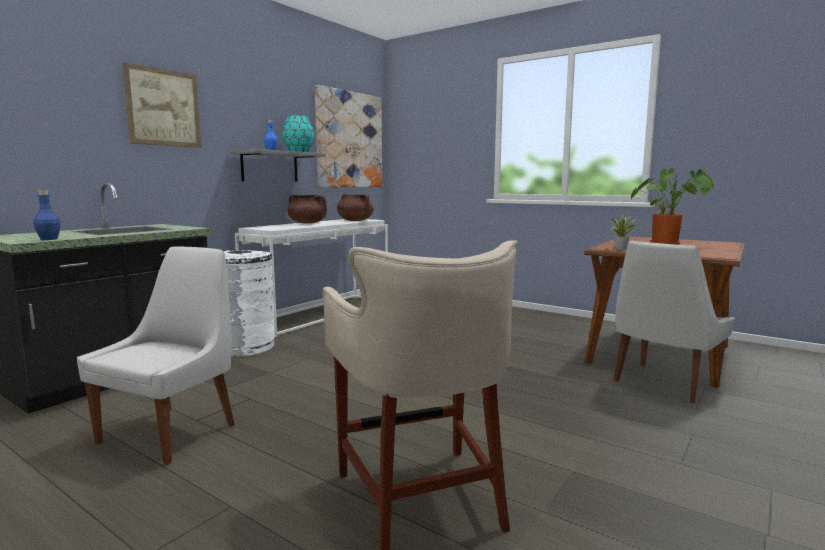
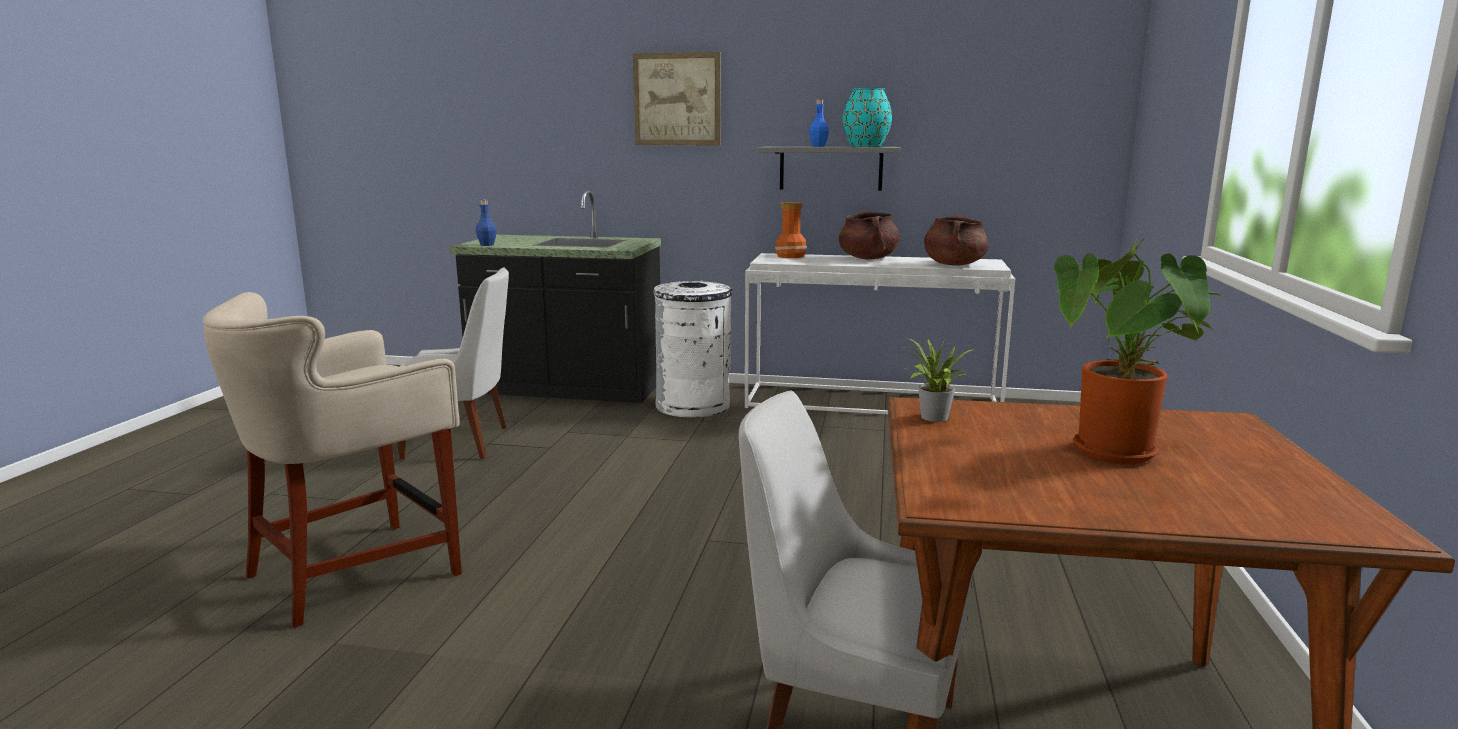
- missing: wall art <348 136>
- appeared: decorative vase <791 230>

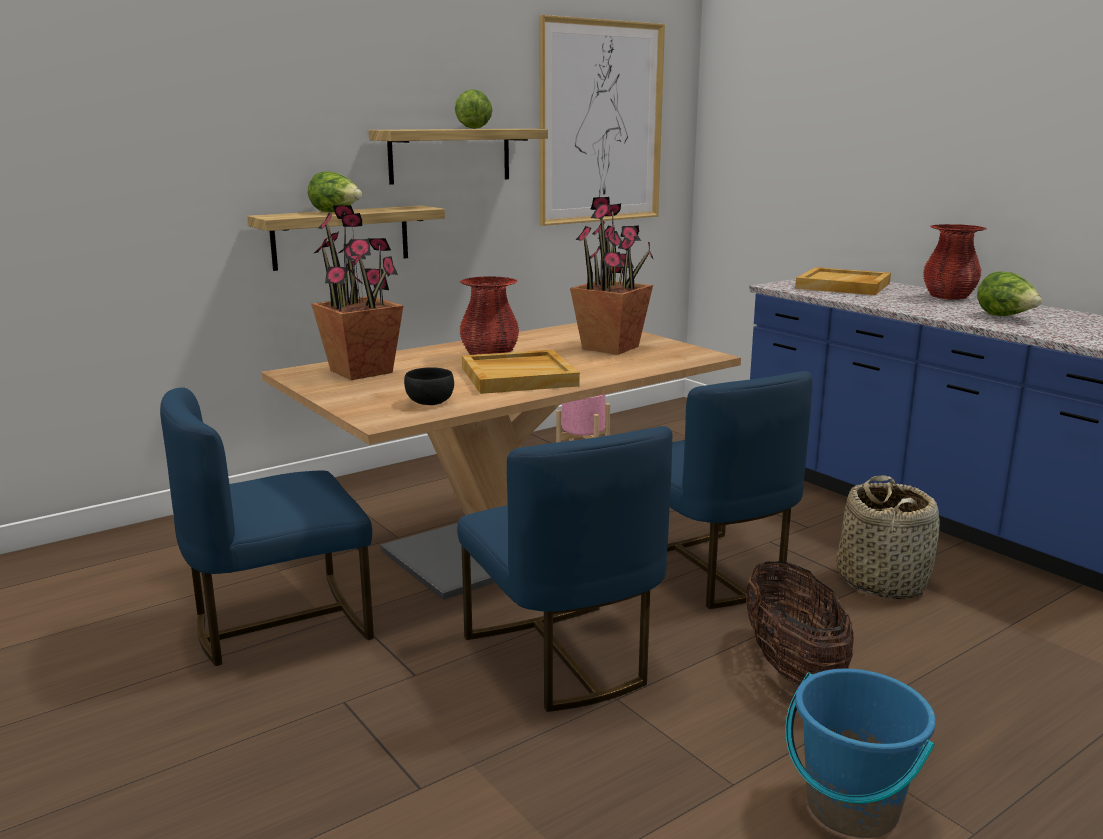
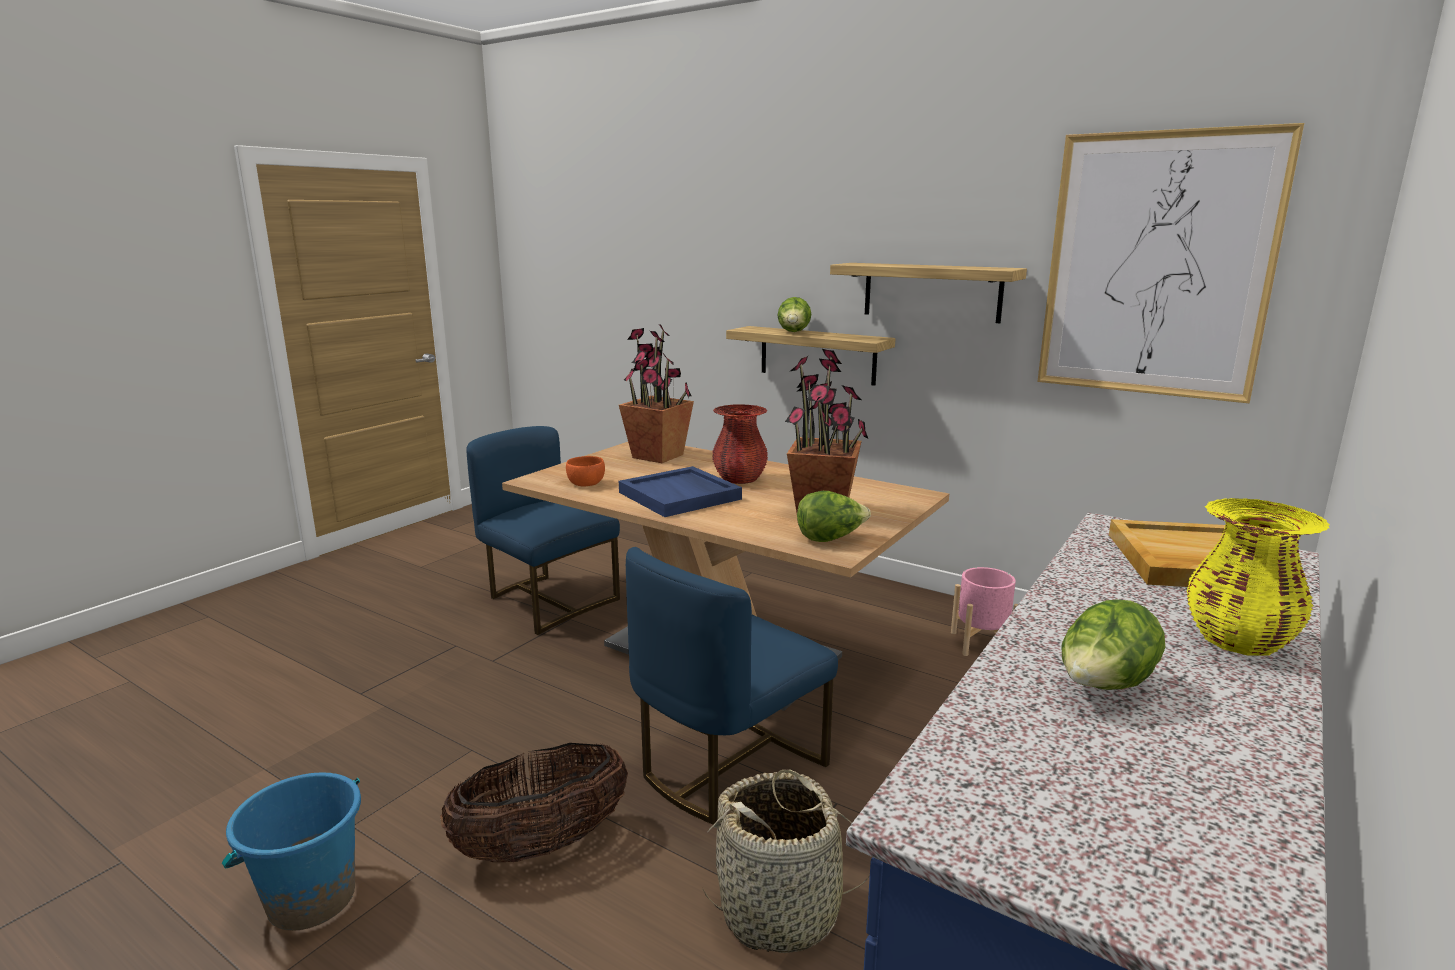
- relocated: lettuce head <473 109> to <834 516>
- colour: decorative vase in red-coloured <955 262> to decorative vase in yellow-coloured <1258 577>
- colour: serving tray in beige <521 372> to serving tray in blue <680 491>
- colour: serving bowl in blackish <429 386> to serving bowl in orange <585 471>
- missing: chair in blue <564 569>

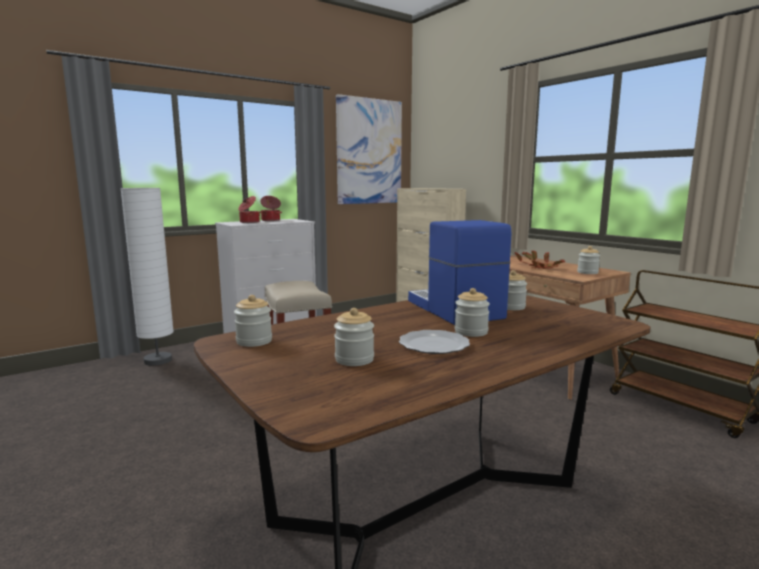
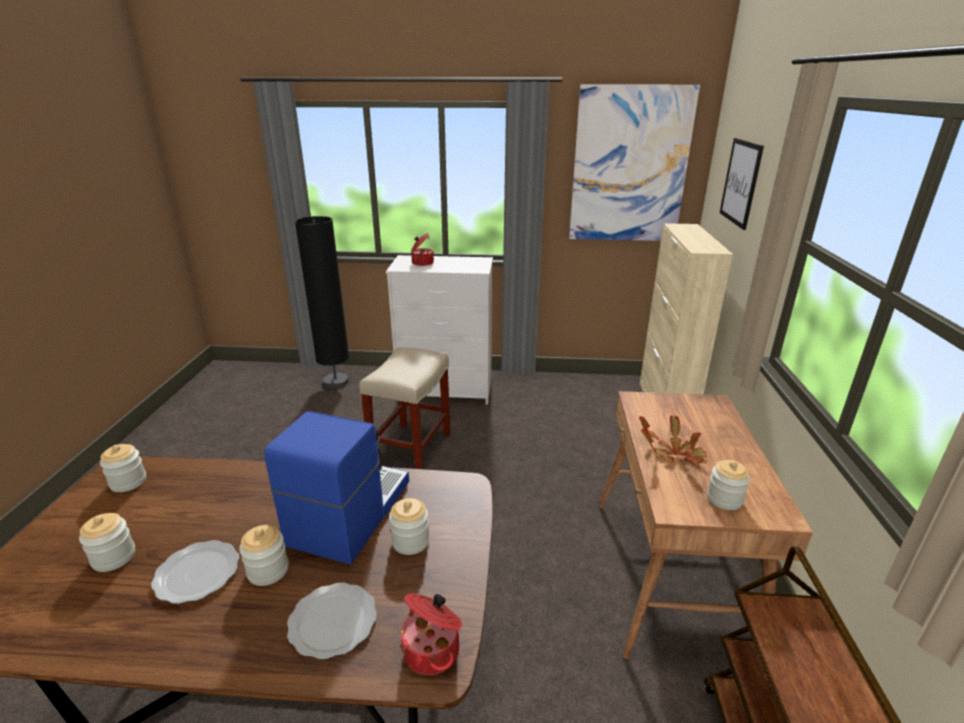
- colour: floor lamp in white <147 277> to floor lamp in blackish <322 302>
- relocated: stockpot <271 208> to <431 634>
- appeared: wall art <742 184>
- appeared: plate <332 620>

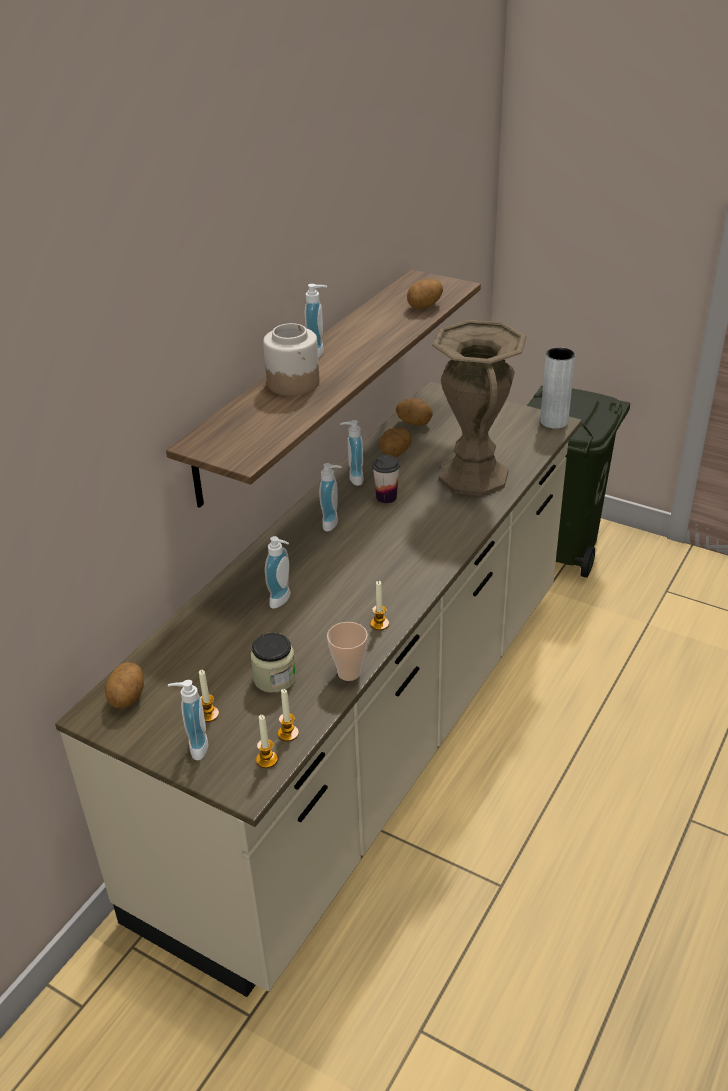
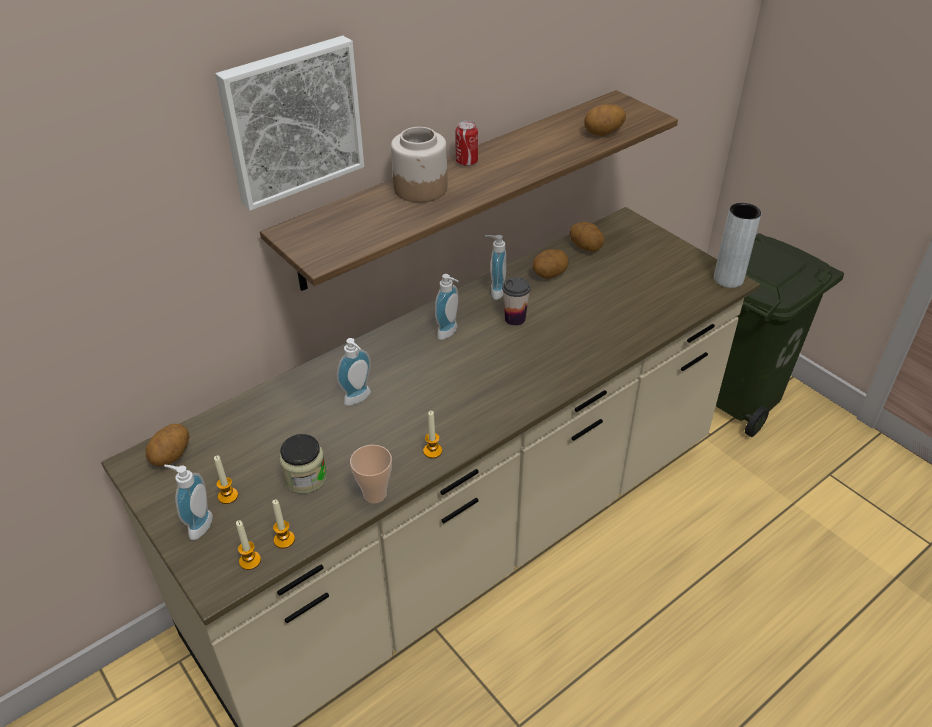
- exchanged: soap dispenser <316 321> to can <467 143>
- missing: decorative vase in brownish <479 408>
- appeared: wall art <289 123>

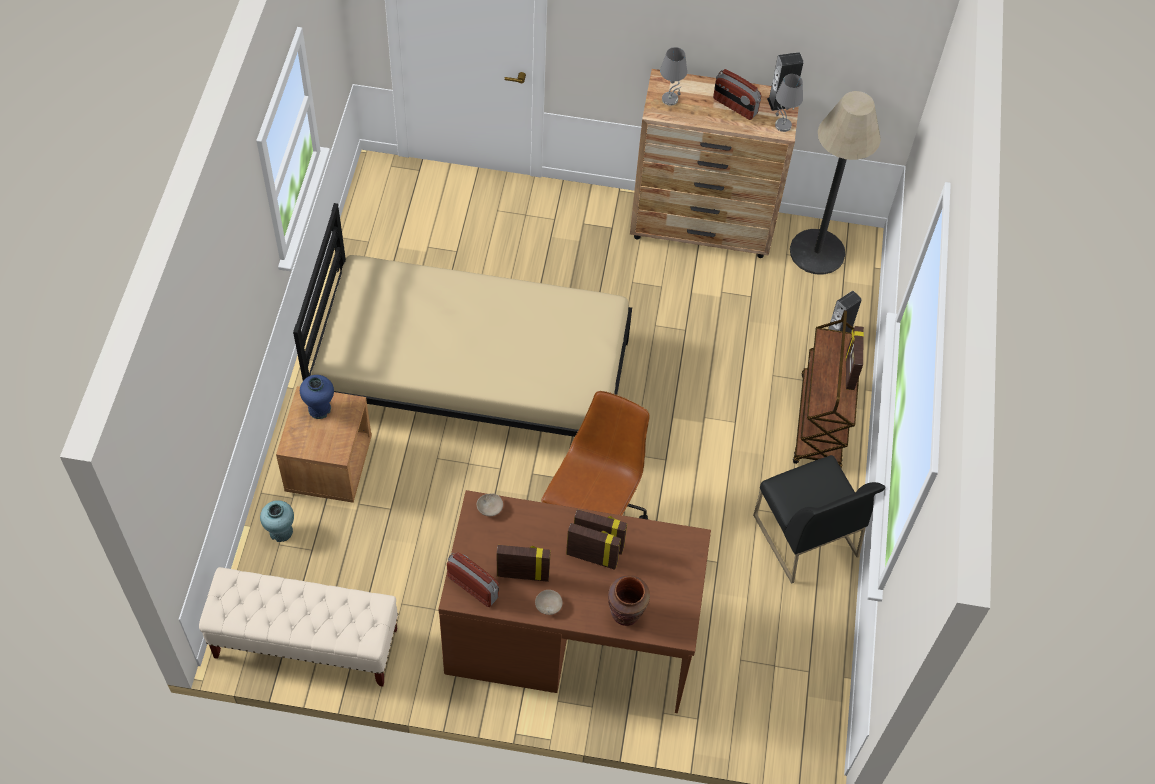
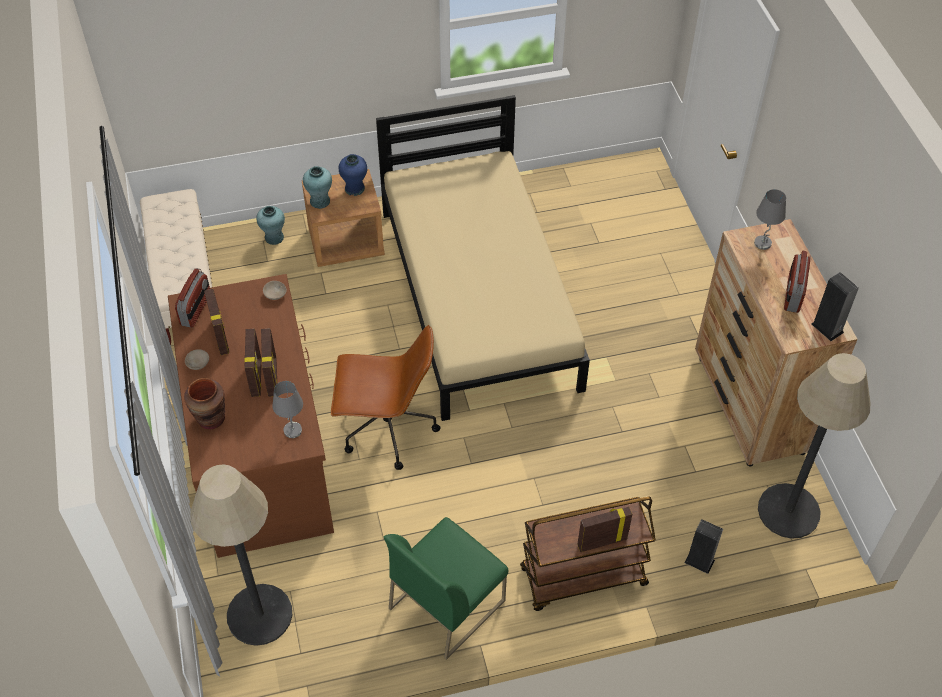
- relocated: tabletop lamp in greyish <789 103> to <288 409>
- colour: chair in blackish <819 519> to chair in green-coloured <446 588>
- appeared: decorative vase in turquoise-coloured <317 187>
- appeared: floor lamp <241 555>

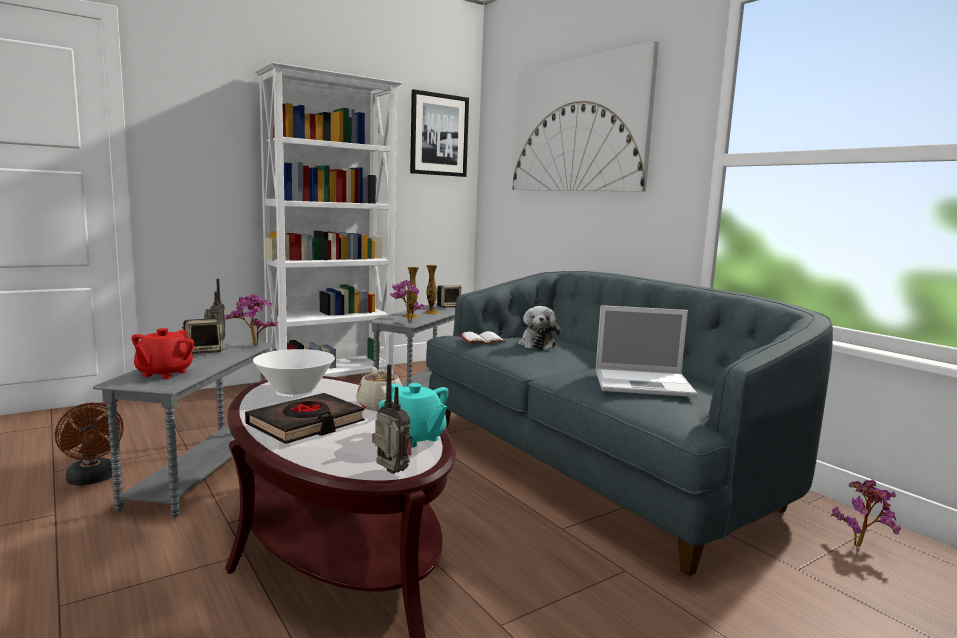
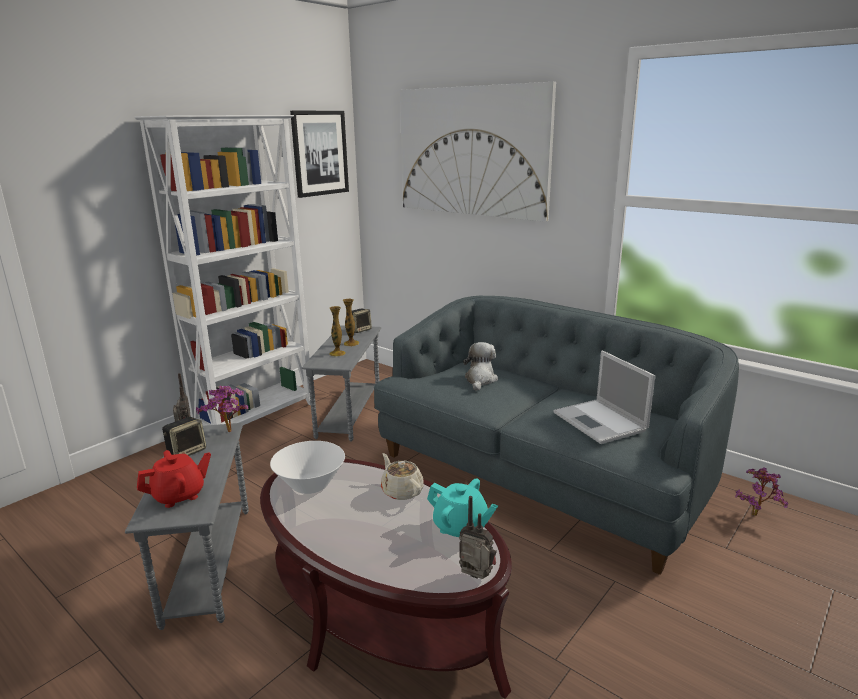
- missing: potted plant <408 301>
- spun: laptop <647 351> = <604 397> 75 degrees clockwise
- spun: plush toy <539 327> = <480 366> 150 degrees counterclockwise
- spun: tea pot in red-coloured <163 353> = <174 479> 120 degrees counterclockwise
- missing: volume in white <483 337>
- missing: volume in blackish <305 418>
- missing: cooling fan in brownish <89 444>

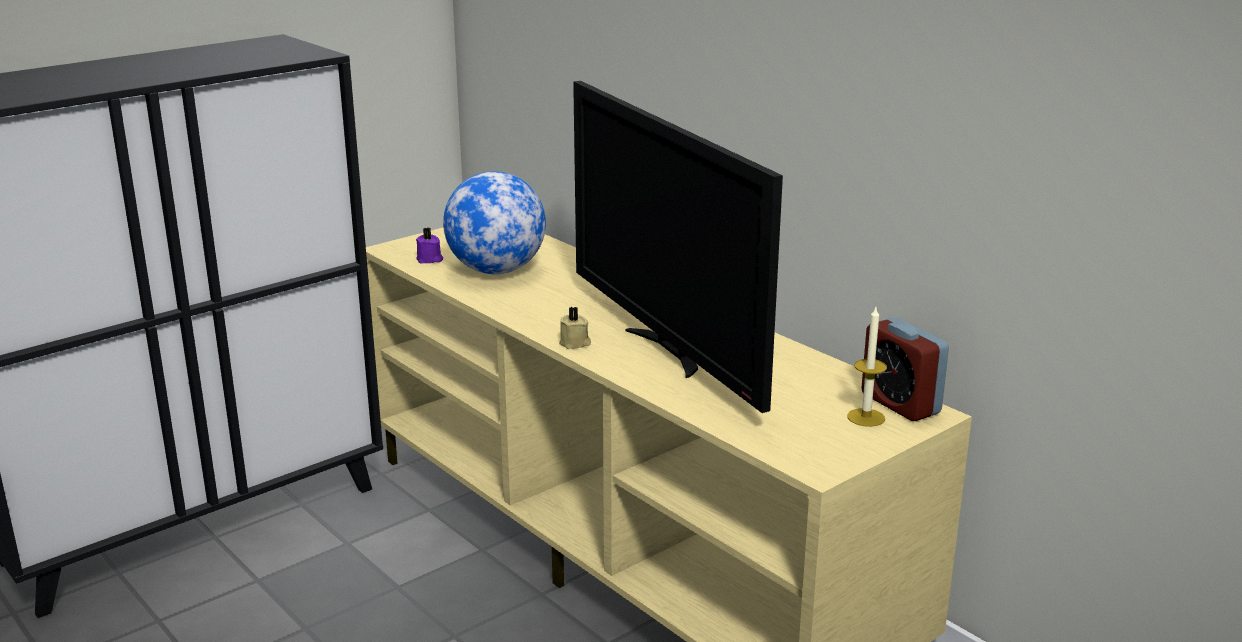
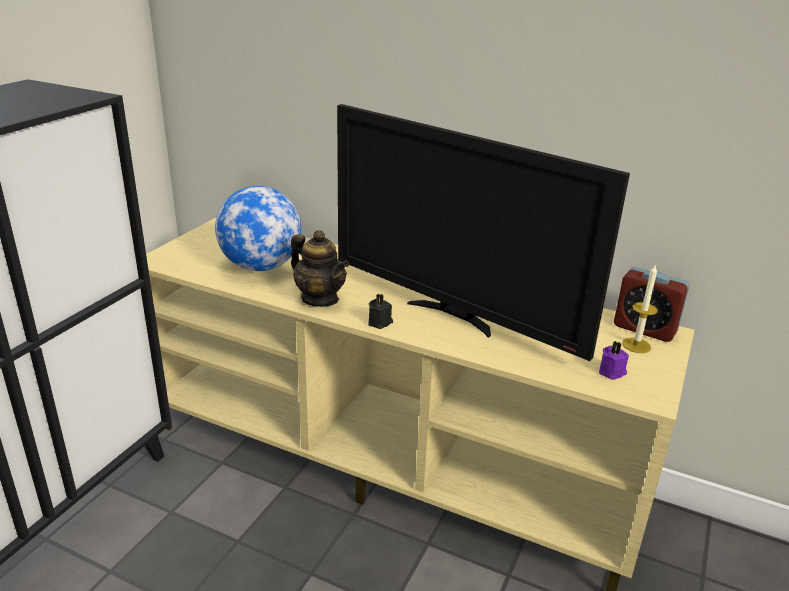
- relocated: wax candle in purplish <429 246> to <614 360>
- colour: wax candle in beige <575 327> to wax candle in blackish <380 311>
- appeared: tea pot <320 268>

